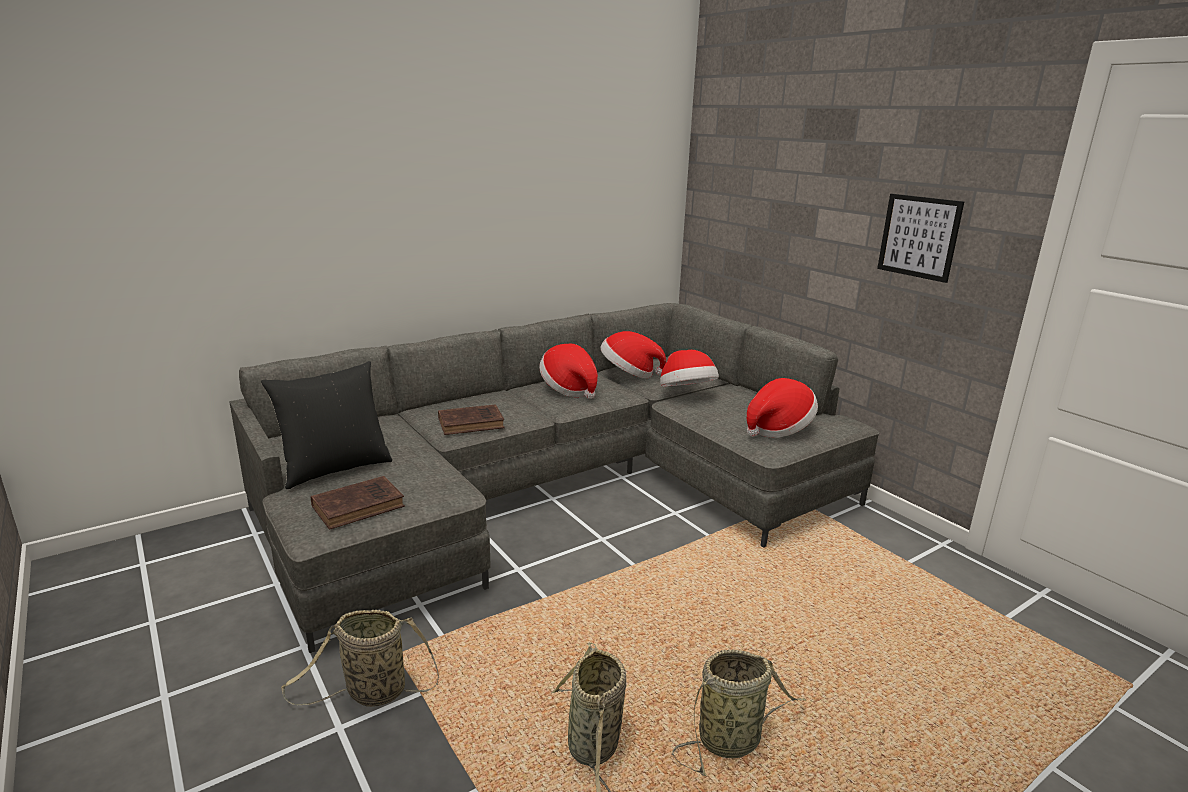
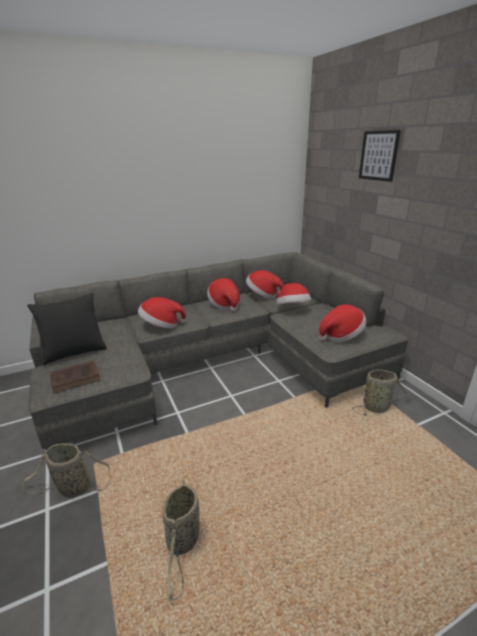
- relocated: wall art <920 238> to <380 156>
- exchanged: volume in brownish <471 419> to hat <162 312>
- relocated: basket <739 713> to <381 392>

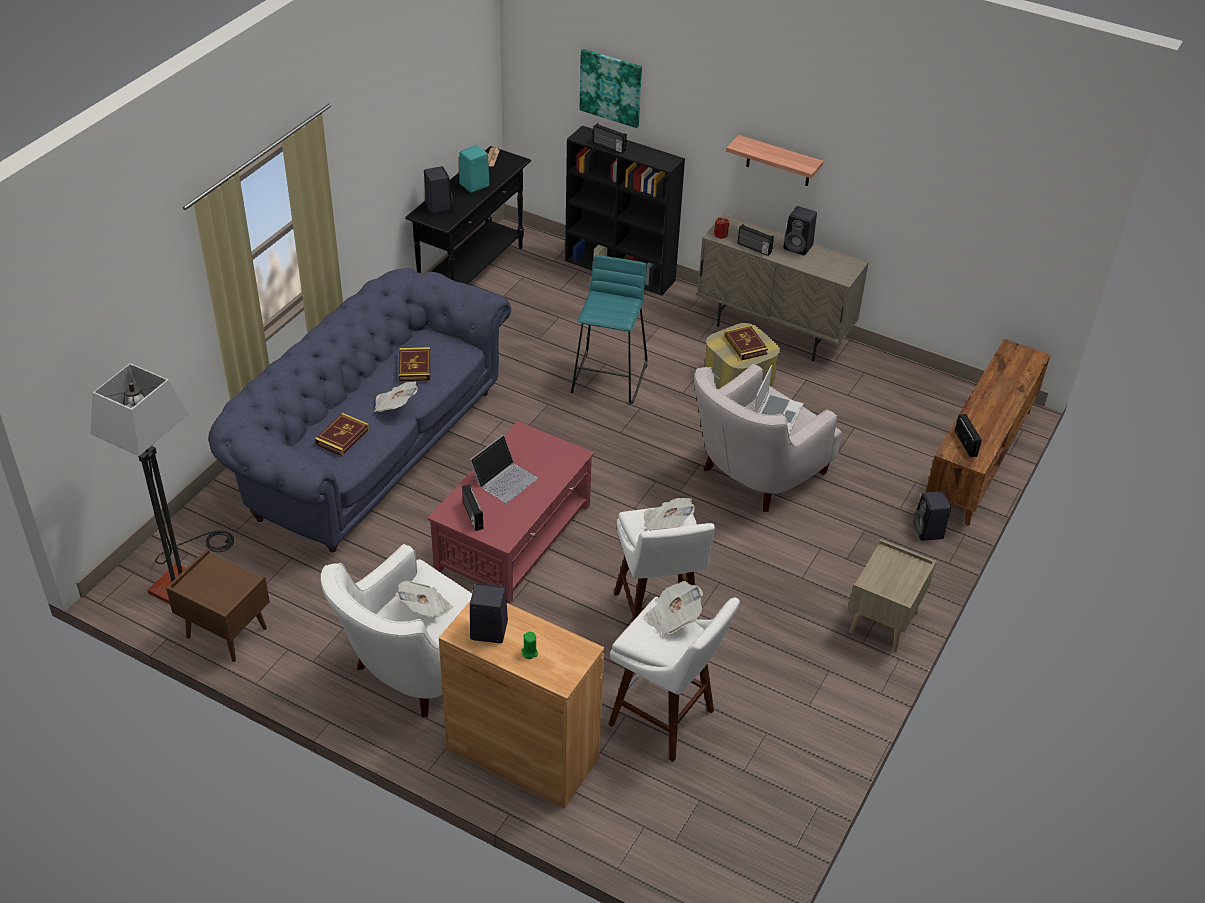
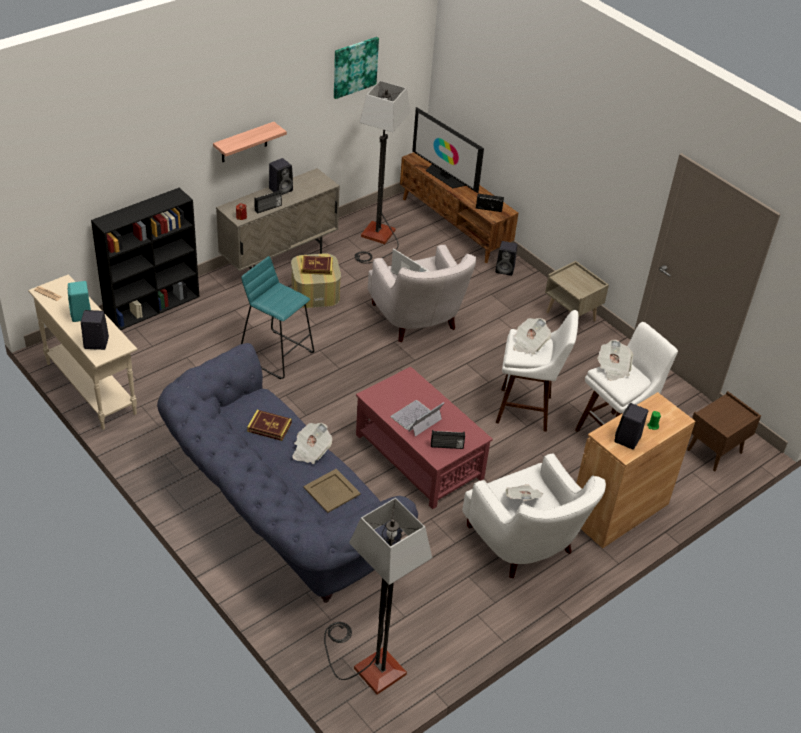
- relocated: wall art <611 88> to <356 68>
- missing: radio set <610 138>
- colour: console table in blackish <468 215> to console table in beige <83 352>
- exchanged: volume <342 434> to serving tray in beige <332 491>
- spun: laptop <504 469> = <417 418> 105 degrees counterclockwise
- relocated: bedside table in brownish <218 605> to <724 431>
- appeared: floor lamp <383 172>
- appeared: TV <448 150>

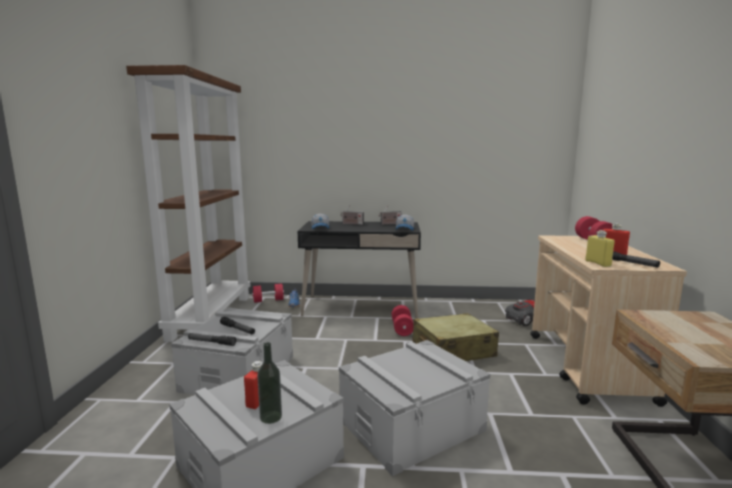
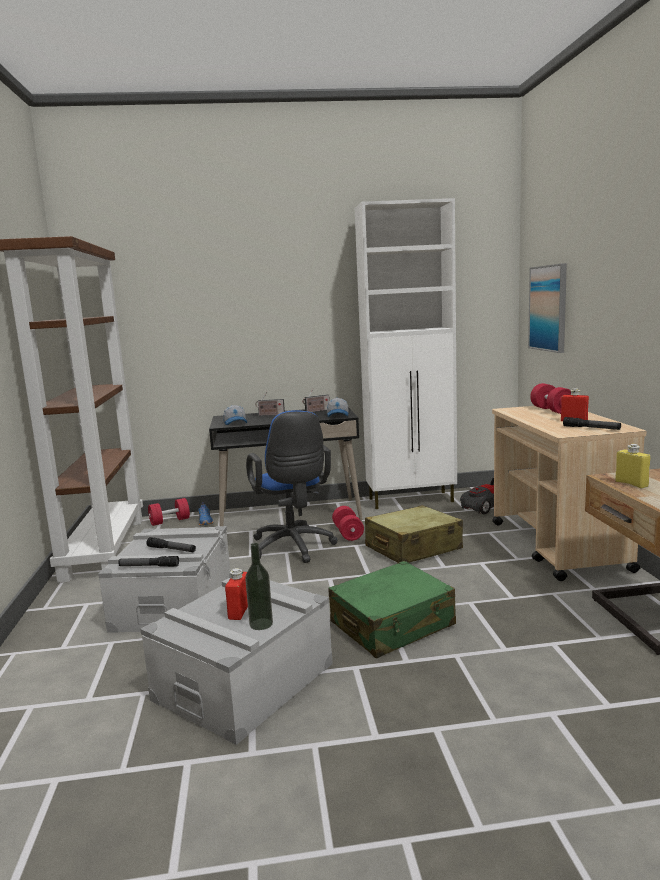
- relocated: bottle in yellow-coloured <600 248> to <632 466>
- exchanged: storage container in greyish <415 408> to piece of luggage in green-coloured <392 609>
- appeared: cupboard in white <406 353>
- appeared: wall art <547 308>
- appeared: office chair in blue <292 486>

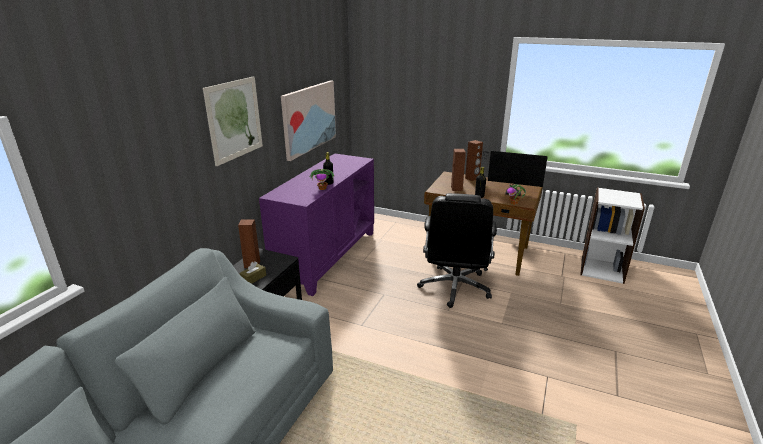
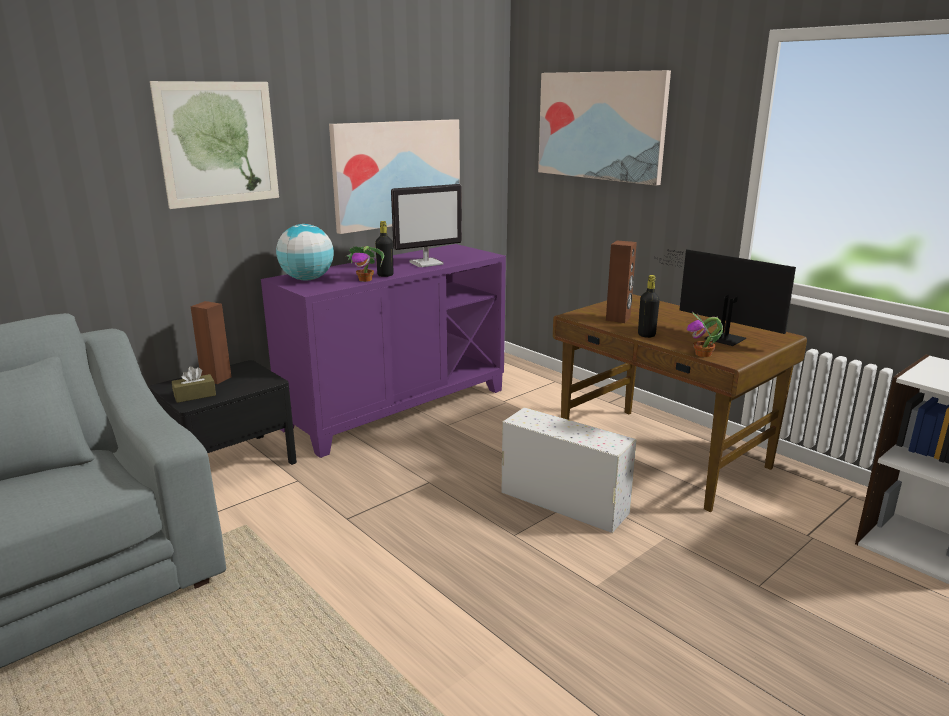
- missing: speaker in brownish <474 160>
- exchanged: office chair in blackish <457 250> to storage container in white <568 470>
- appeared: wall art <604 128>
- appeared: monitor <426 225>
- appeared: globe <305 252>

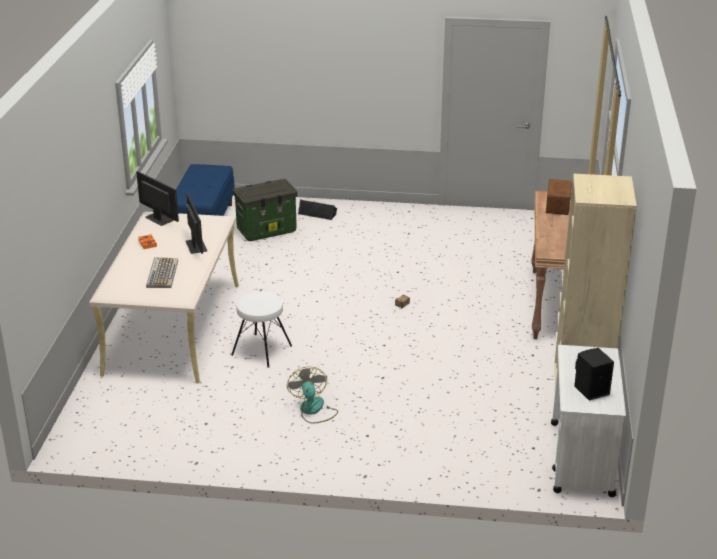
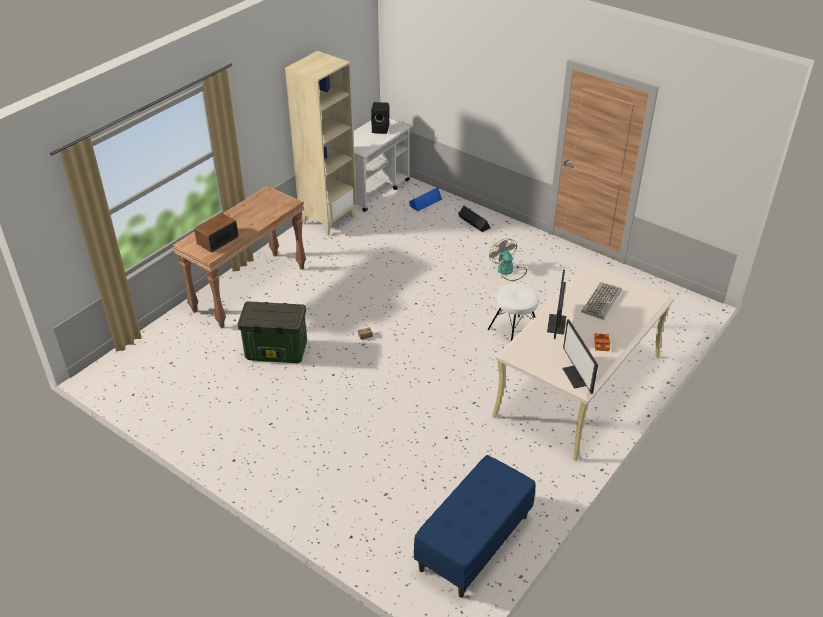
- relocated: storage container <265 210> to <272 332>
- relocated: speaker in blackish <317 209> to <474 218>
- spun: cooling fan <312 395> = <508 259> 135 degrees clockwise
- appeared: speaker in blue <425 199>

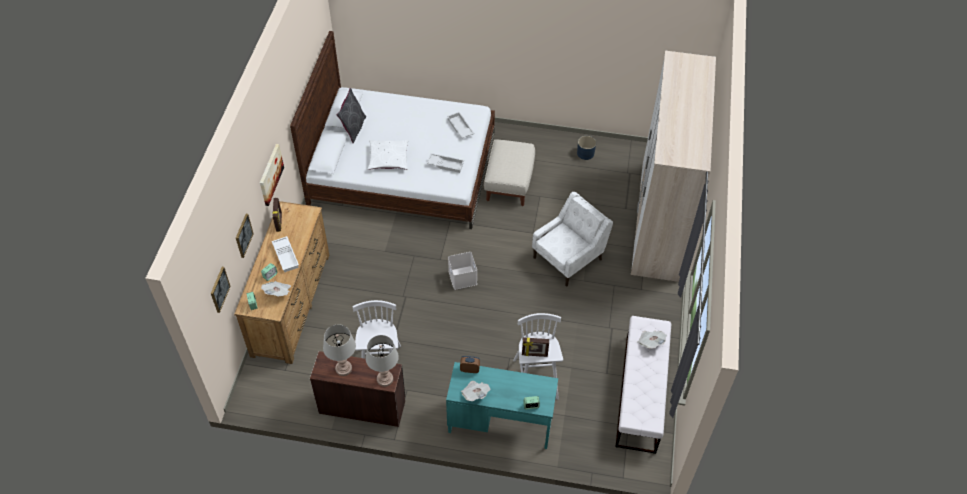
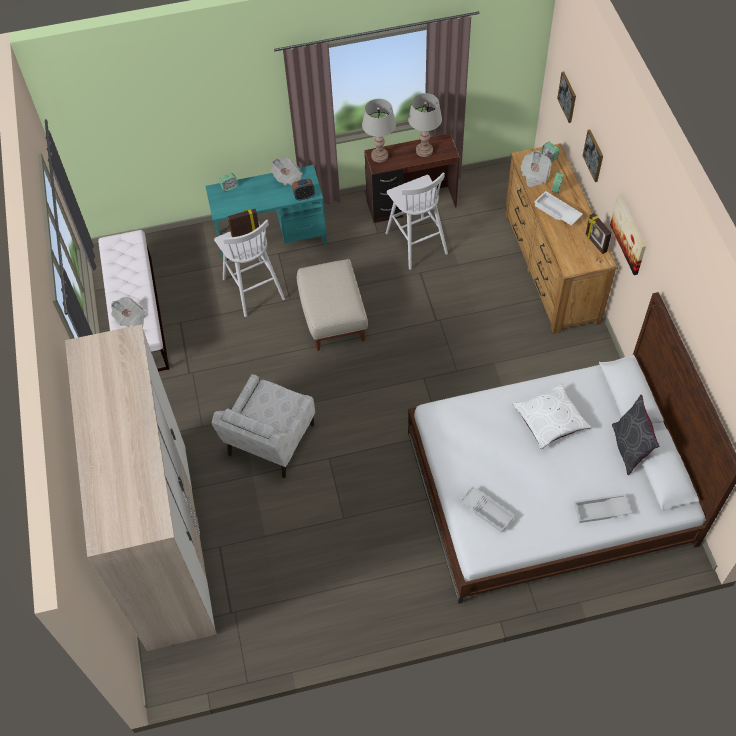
- missing: plant pot in blue <586 148>
- relocated: pouffe in beige <509 172> to <332 305>
- relocated: serving tray in white <445 163> to <603 508>
- missing: storage container in white <462 271>

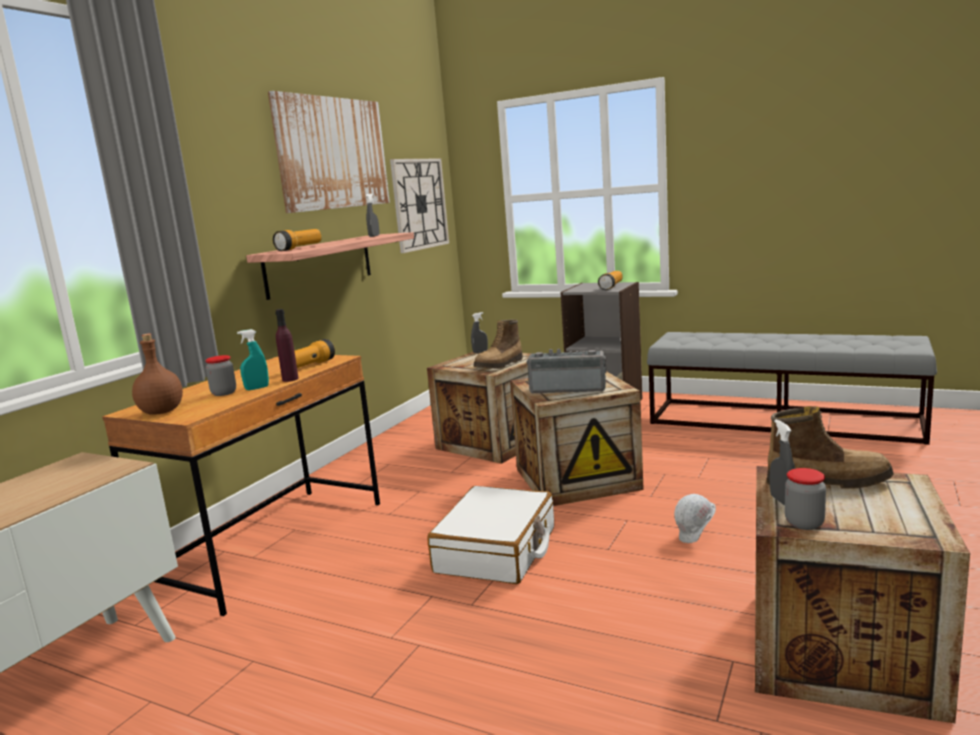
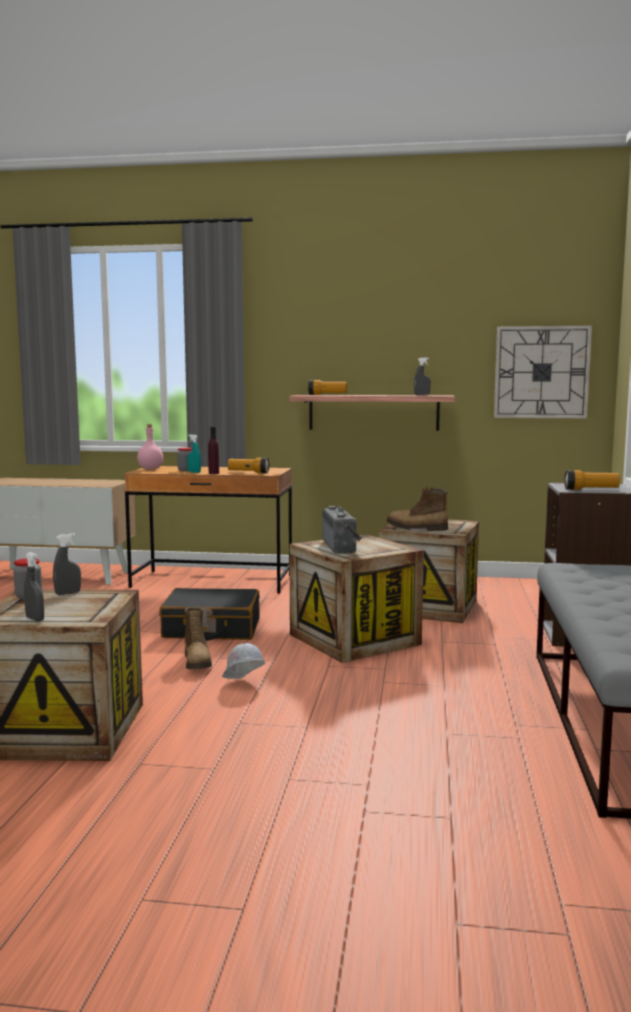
- missing: wall art <329 152>
- relocated: sprayer in greyish <479 332> to <34 586>
- colour: bottle in brownish <157 374> to bottle in pinkish <150 446>
- relocated: high-top boot <830 447> to <198 638>
- colour: piece of luggage in white <490 535> to piece of luggage in blackish <209 614>

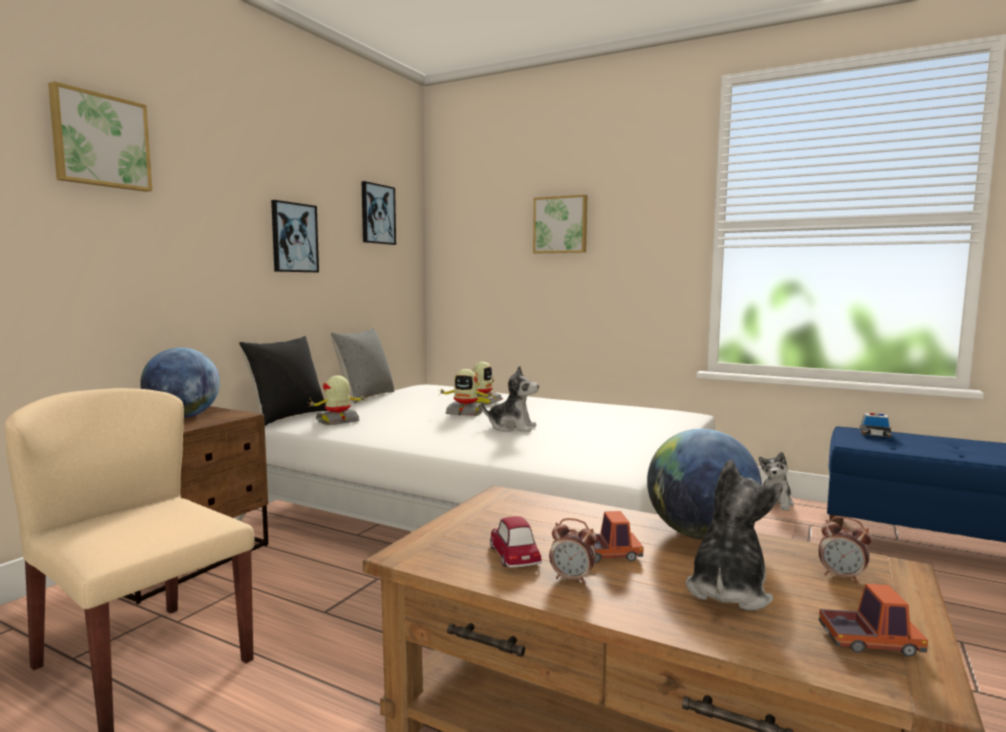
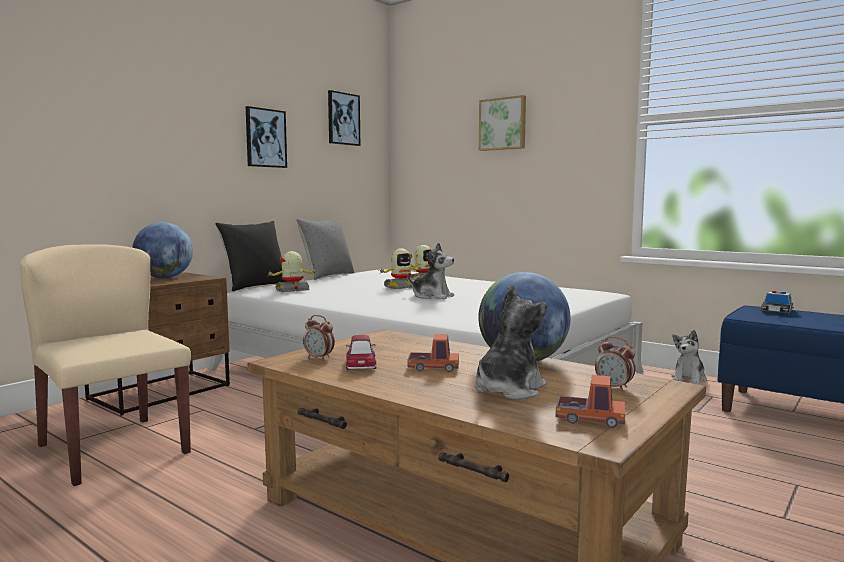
- missing: wall art <100 136>
- spun: toy robot <466 392> = <400 268> 60 degrees counterclockwise
- relocated: alarm clock <573 551> to <319 337>

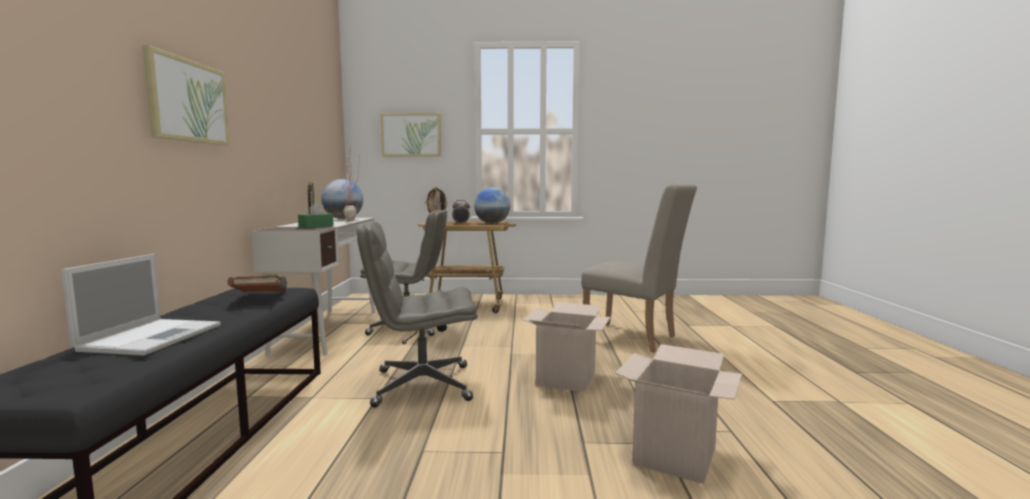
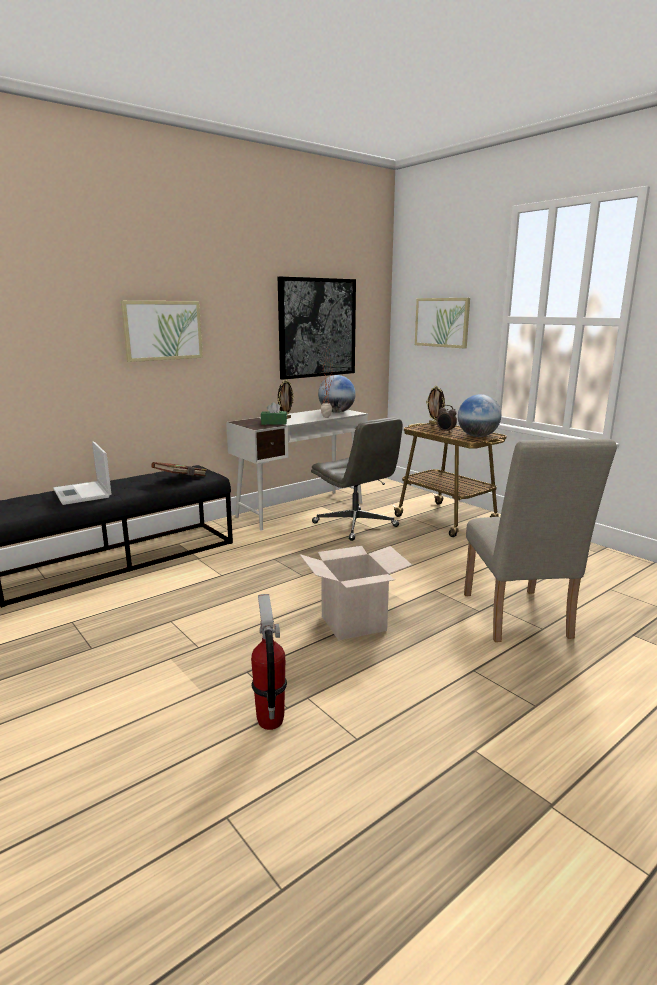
- missing: office chair in greyish <417 314>
- spun: laptop <141 305> = <82 473> 90 degrees clockwise
- exchanged: carton <678 414> to fire-fighting cylinder <269 662>
- appeared: wall art <317 328>

